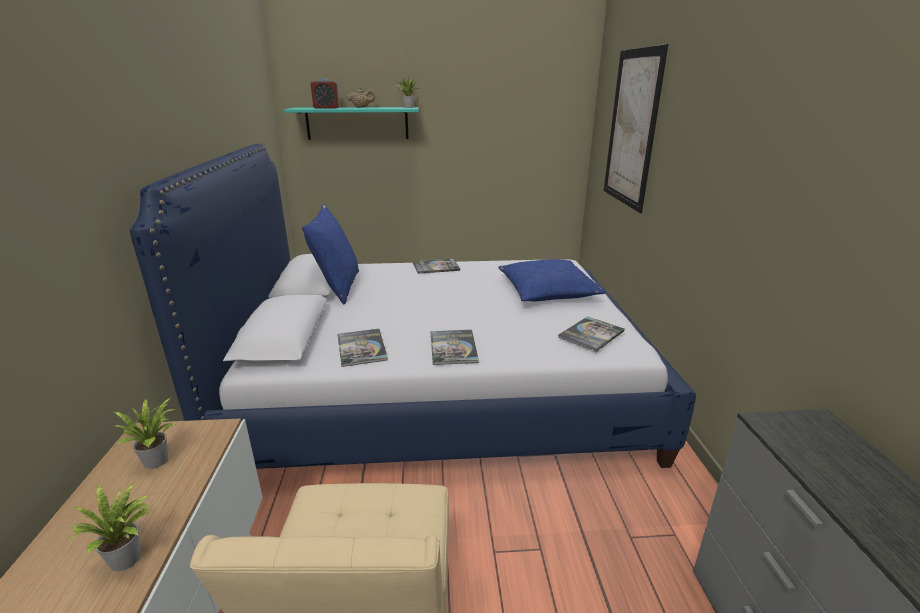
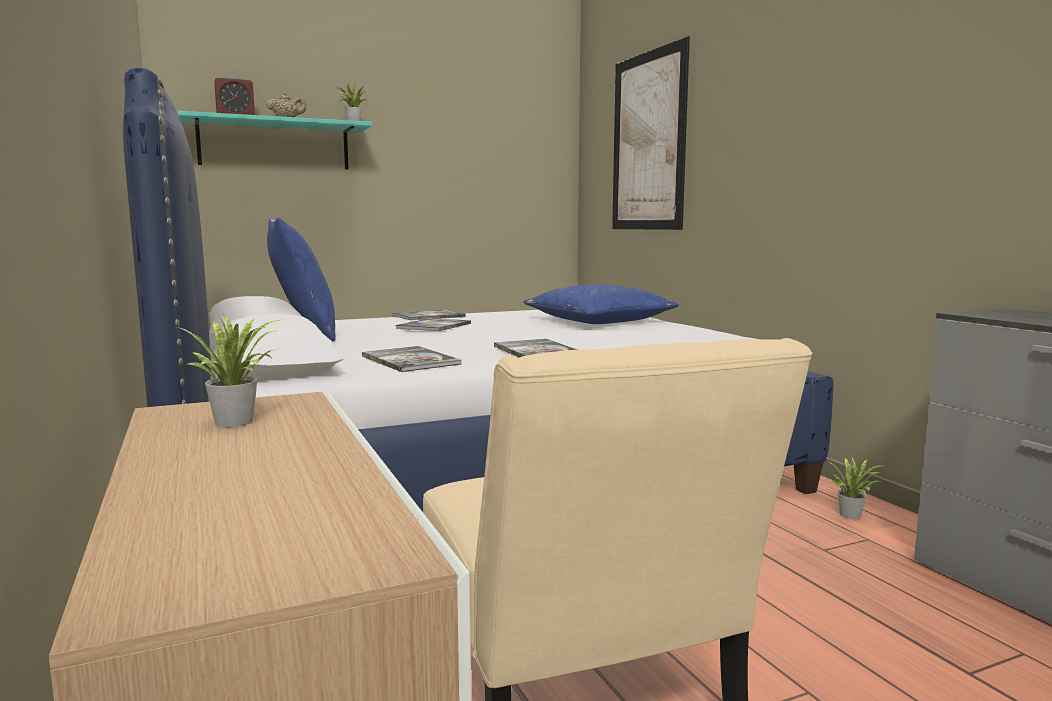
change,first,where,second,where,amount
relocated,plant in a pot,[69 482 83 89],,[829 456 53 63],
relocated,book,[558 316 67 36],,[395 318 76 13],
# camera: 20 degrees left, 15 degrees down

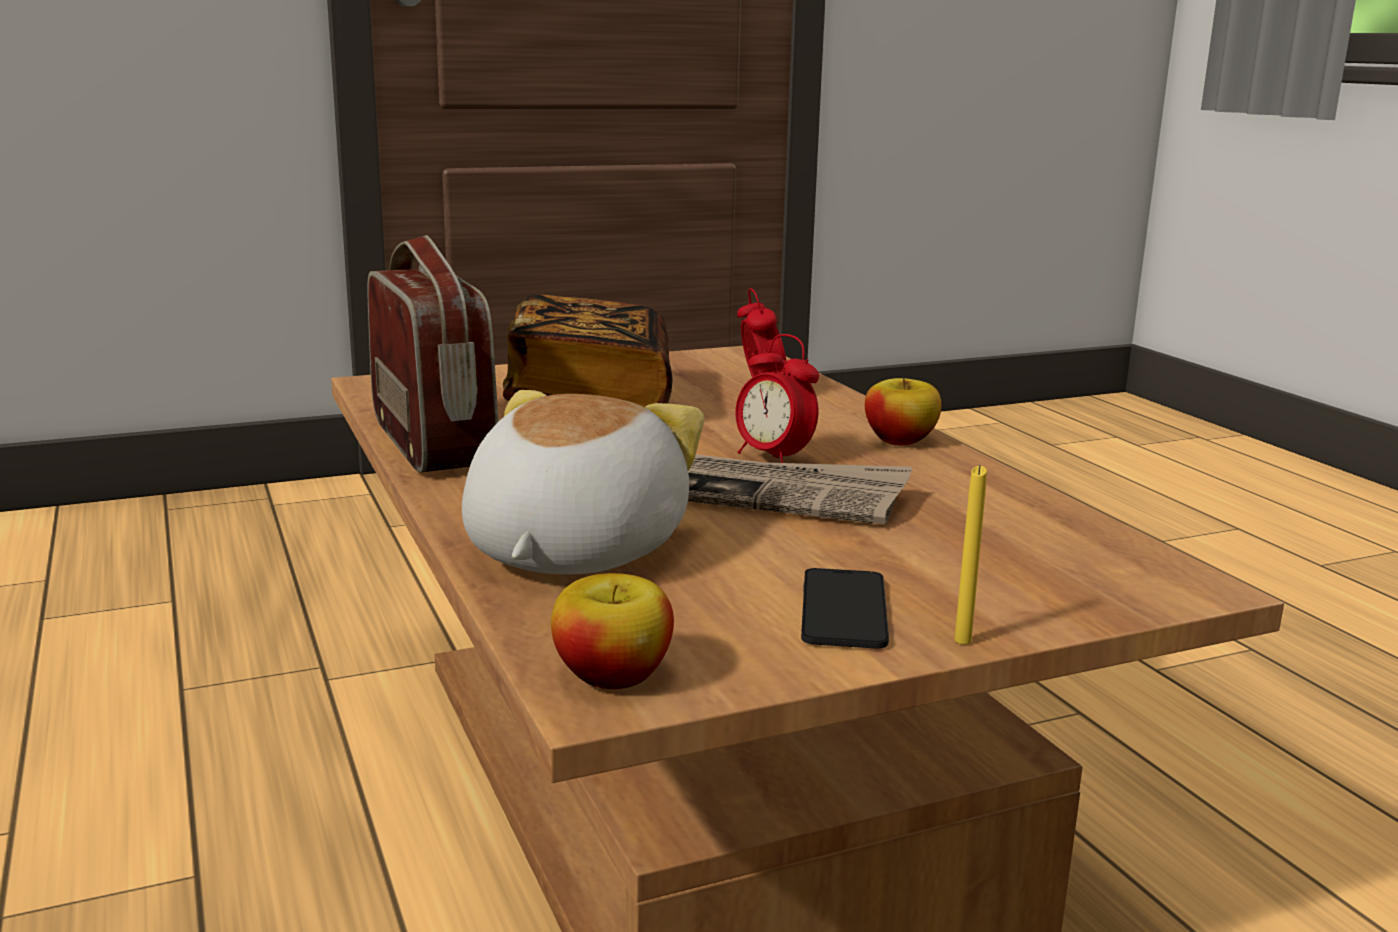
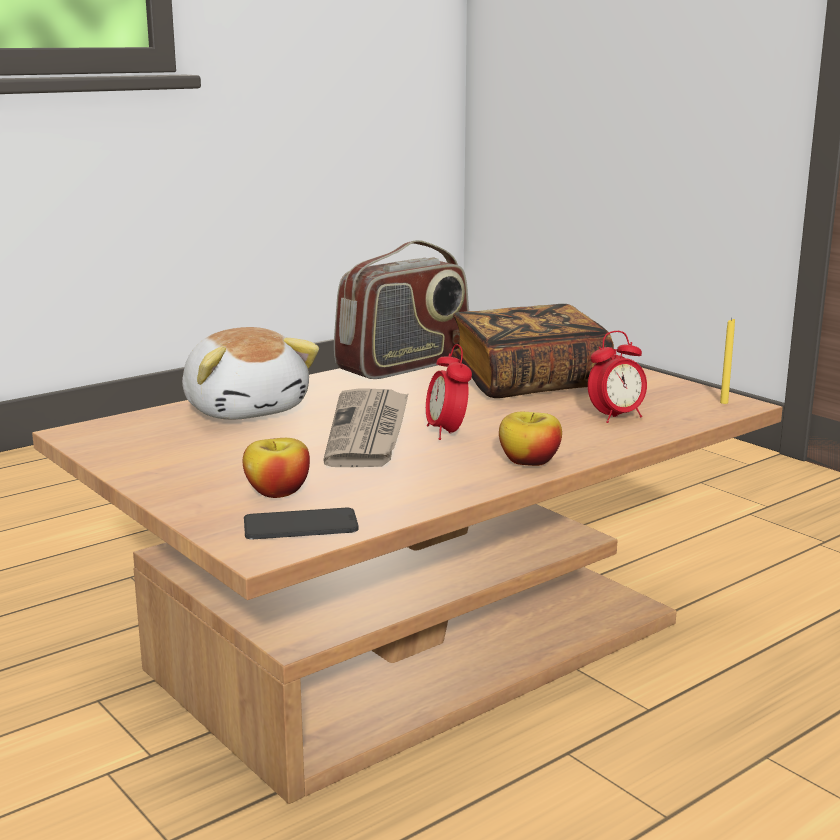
change,first,where,second,where,amount
relocated,whole apple,[551 573 123 116],,[243 438 67 60],
relocated,phone,[801 568 88 81],,[244 508 115 31],
relocated,yellow wax candle,[954 465 33 180],,[720 318 15 86],
spun,soft toy,[462 390 243 184],,[182 327 137 93],60 degrees clockwise
spun,bedside clock,[735 334 84 129],,[426 344 46 96],45 degrees counterclockwise
# camera: 75 degrees right, 0 degrees up

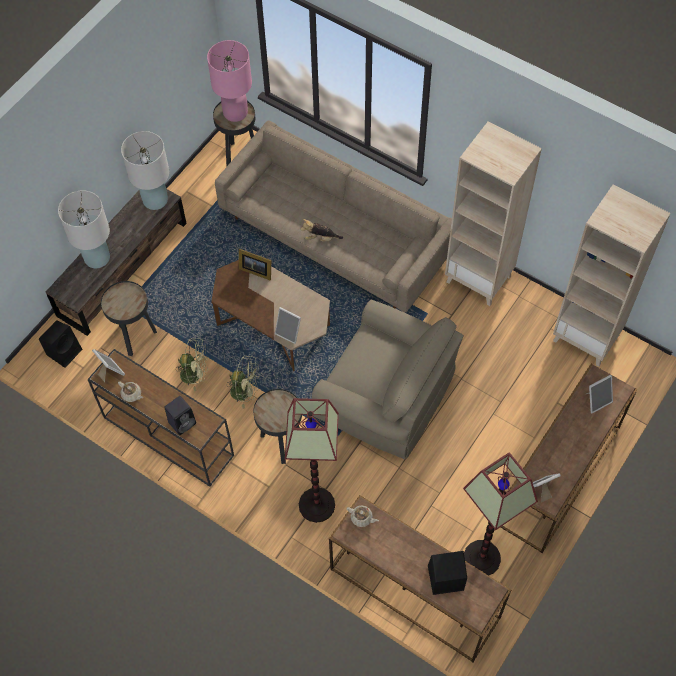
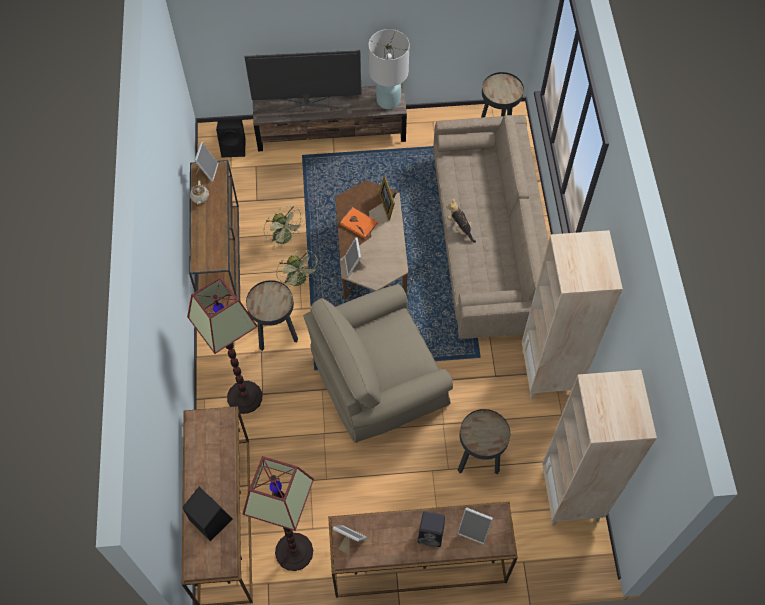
change,first,where,second,where,amount
missing,pinkish table lamp,[207 40 45 82],,,
missing,beige tea pot,[346 505 33 22],,,
appeared,,,orange book,[340 207 38 32],
relocated,black side table,[101 281 56 75],,[458 409 52 66],
relocated,black speaker,[164 396 32 39],,[417 511 28 36],
exchanged,white-coloured table lamp,[58 190 52 78],television,[244 50 118 62],
spun,beige lounge chair,[312 299 152 161],,[303 284 150 159],75 degrees clockwise
# camera: 50 degrees right, 0 degrees up

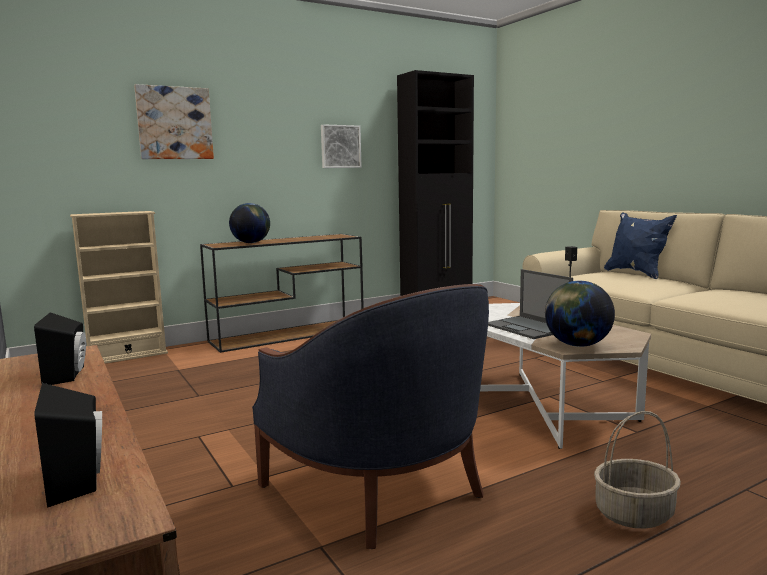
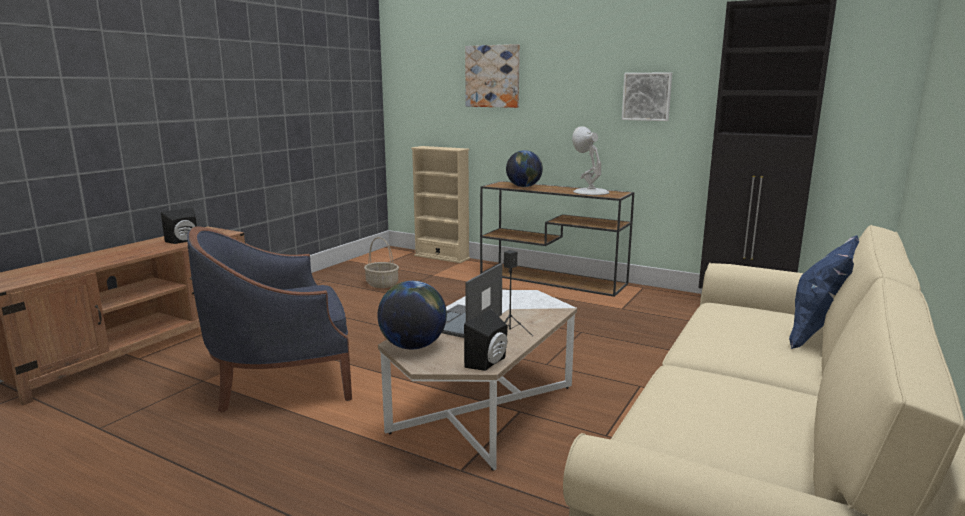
change,first,where,second,where,amount
appeared,,,white-coloured table lamp,[572 126 38 69],
relocated,black speaker,[34 383 68 125],,[464 309 44 62],
relocated,household basket,[594 411 87 117],,[364 237 35 51],
spun,bluish lounge chair,[252 284 237 265],,[187 227 165 186],45 degrees clockwise
# camera: 60 degrees right, 5 degrees up

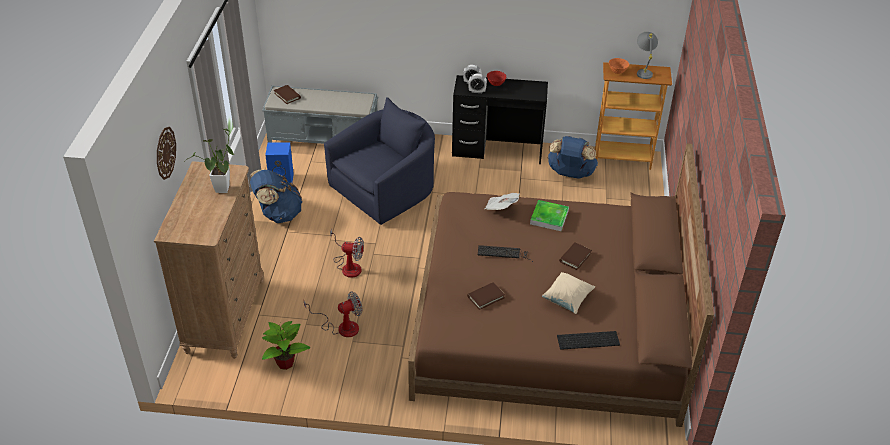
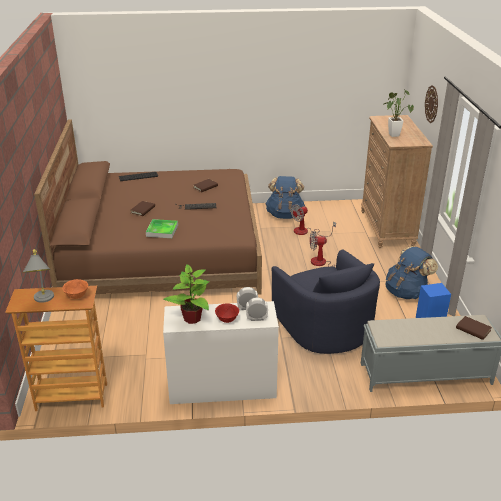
change,first,where,second,where,amount
missing,newspaper,[484 193 36 17],,,
missing,beige cushion,[542 272 53 42],,,
relocated,plant in a pot,[262 321 48 49],,[163 264 47 60],
relocated,bluish knapsack,[548 136 50 43],,[265 176 40 43],
colour,black desk unit,[452 75 96 89],white-coloured desk unit,[163 301 116 103],
spun,bluish lounge chair,[324 97 111 128],,[272 250 108 104],60 degrees counterclockwise
# camera: 170 degrees right, 10 degrees down

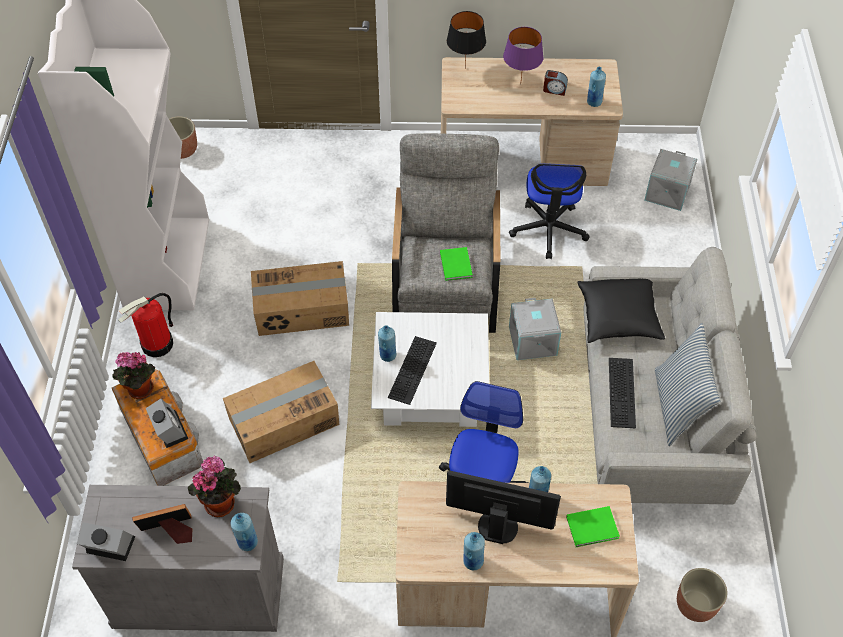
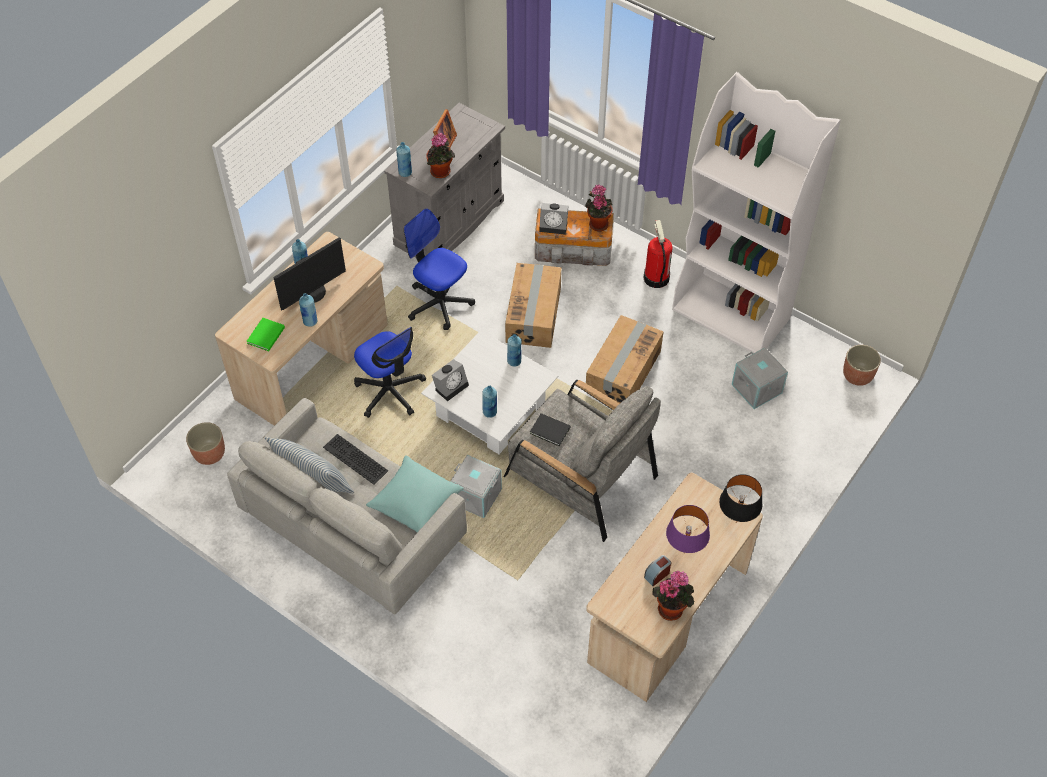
change,first,where,second,where,amount
missing,computer keyboard,[388 336 49 69],,,
appeared,,,plant in a pot,[652 571 42 50],
relocated,bedside clock,[77 522 58 39],,[432 359 37 42],
relocated,desk chair,[509 163 81 96],,[404 208 71 122],
relocated,bluish drink bottle,[587 67 19 40],,[482 386 15 32],
relocated,greyish storage box,[644 149 54 62],,[732 347 56 62],
colour,greenish book,[440 247 33 34],black book,[530 413 40 33],
colour,black cushion,[577 279 88 64],blue-green cushion,[366 455 98 77],
# camera: 125 degrees right, 0 degrees up

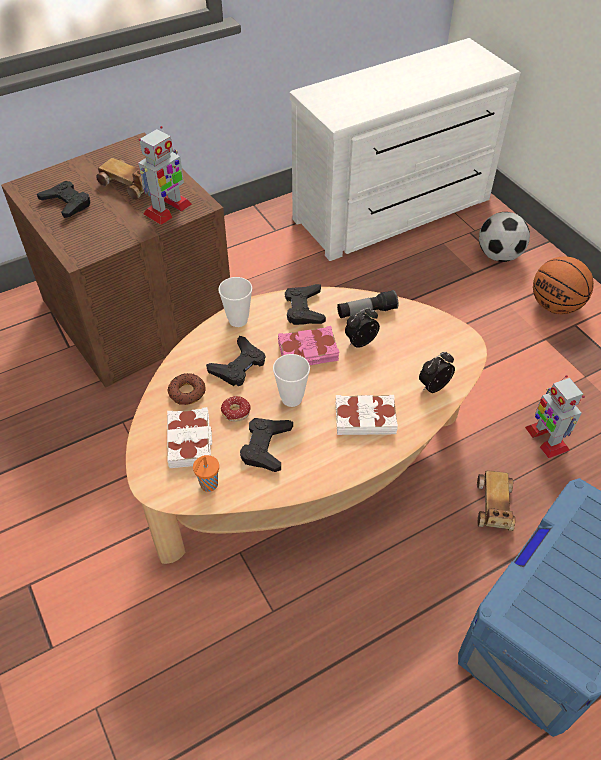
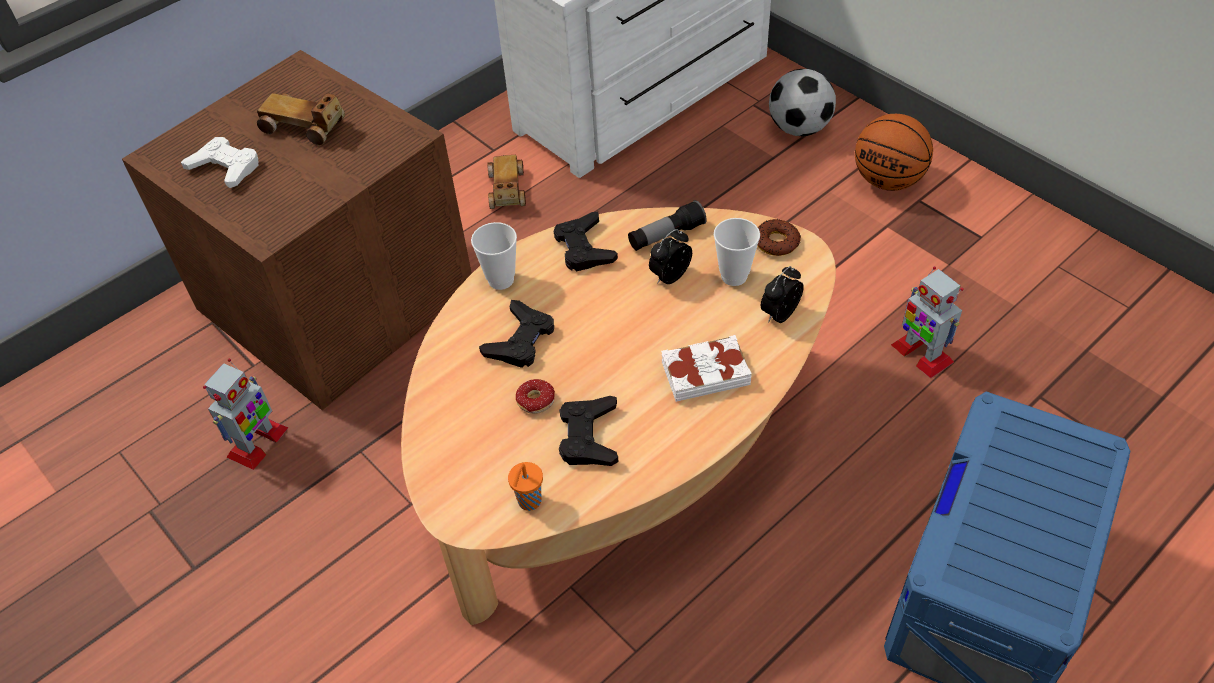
change,first,where,second,where,amount
missing,white-coloured book,[167 407 45 61],,,
missing,pinkish book,[278 326 61 39],,,
relocated,robot figure,[138 126 54 99],,[203 358 85 112],
relocated,donut,[167 373 38 32],,[757 219 44 37],
relocated,small cup,[273 354 37 53],,[714 218 46 68],
relocated,toy car,[477 471 38 60],,[487 155 39 54],
colour,black joypad,[37 181 53 37],white-coloured joypad,[181 137 78 51],
# camera: 10 degrees left, 0 degrees up

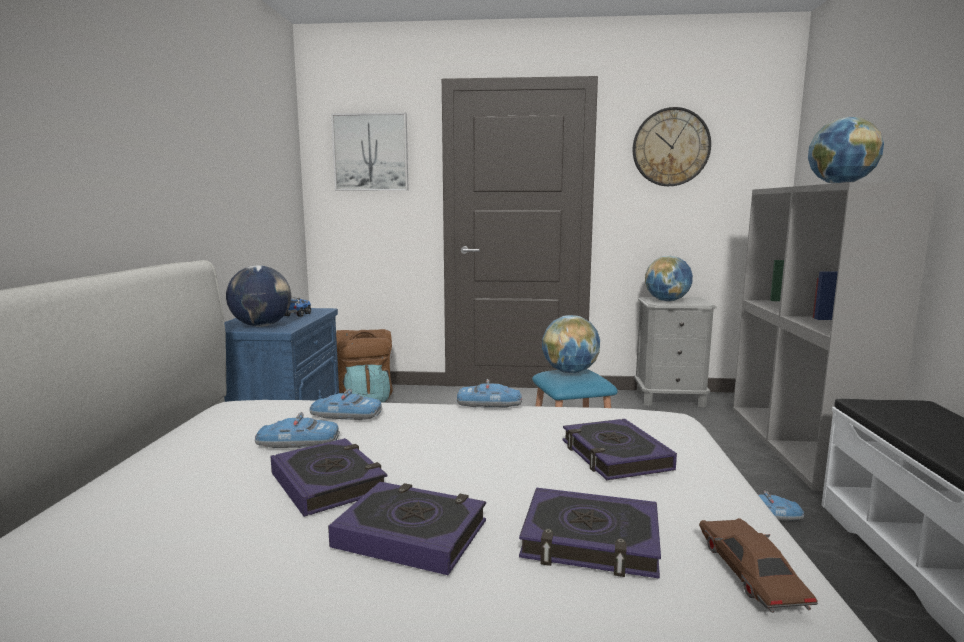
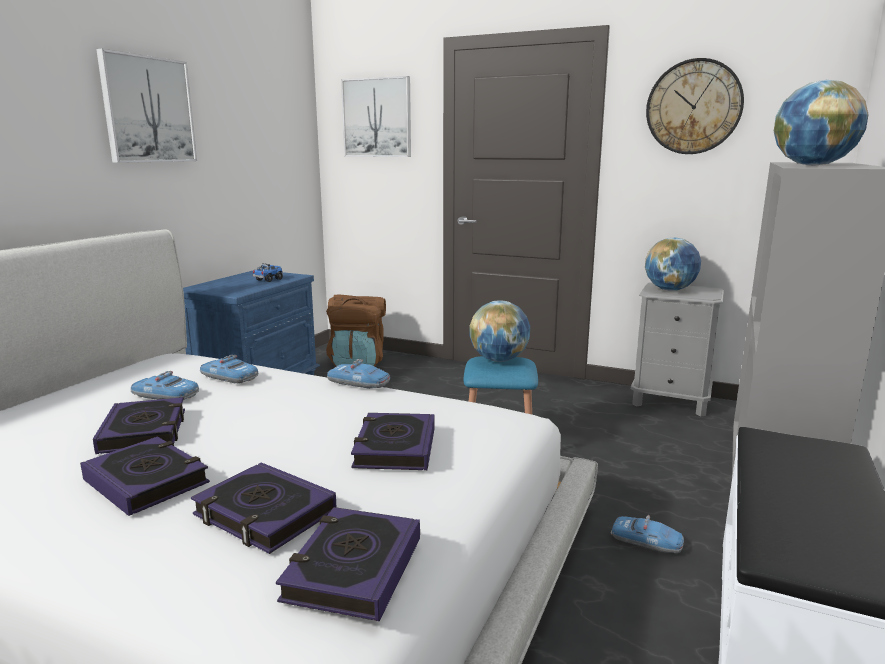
change,first,where,second,where,amount
missing,globe,[226 266 65 61],,,
appeared,,,picture,[96 49 101 114],
exchanged,brown toy car,[699 518 119 95],book,[276 507 144 114],
# camera: 20 degrees right, 5 degrees up

